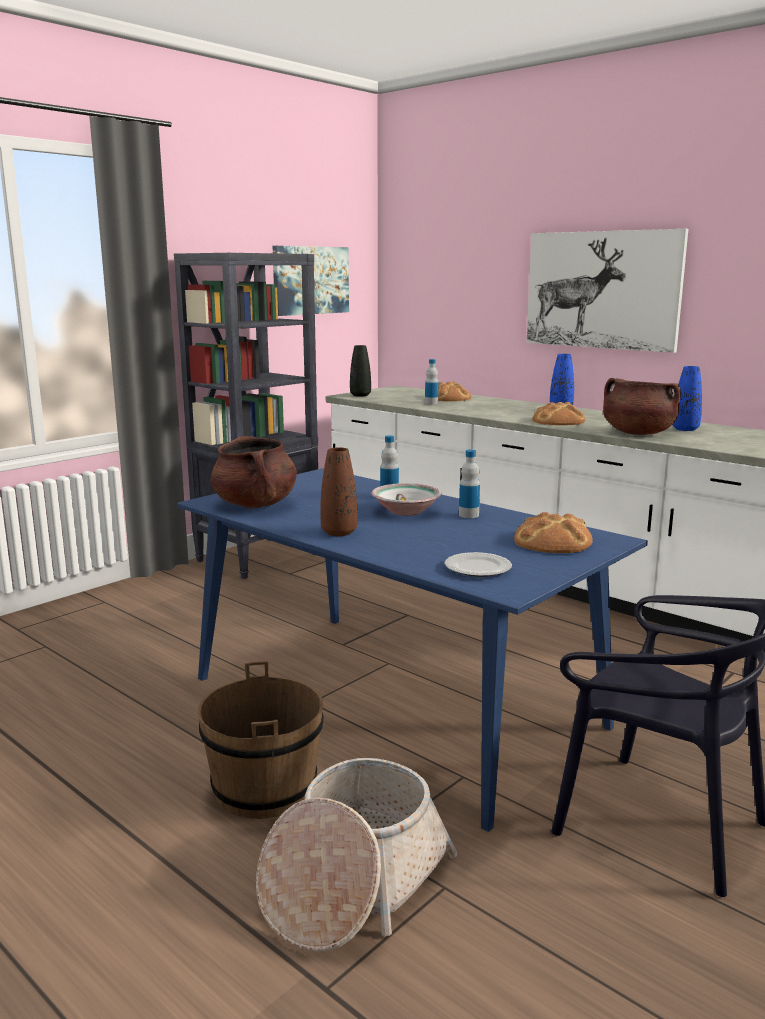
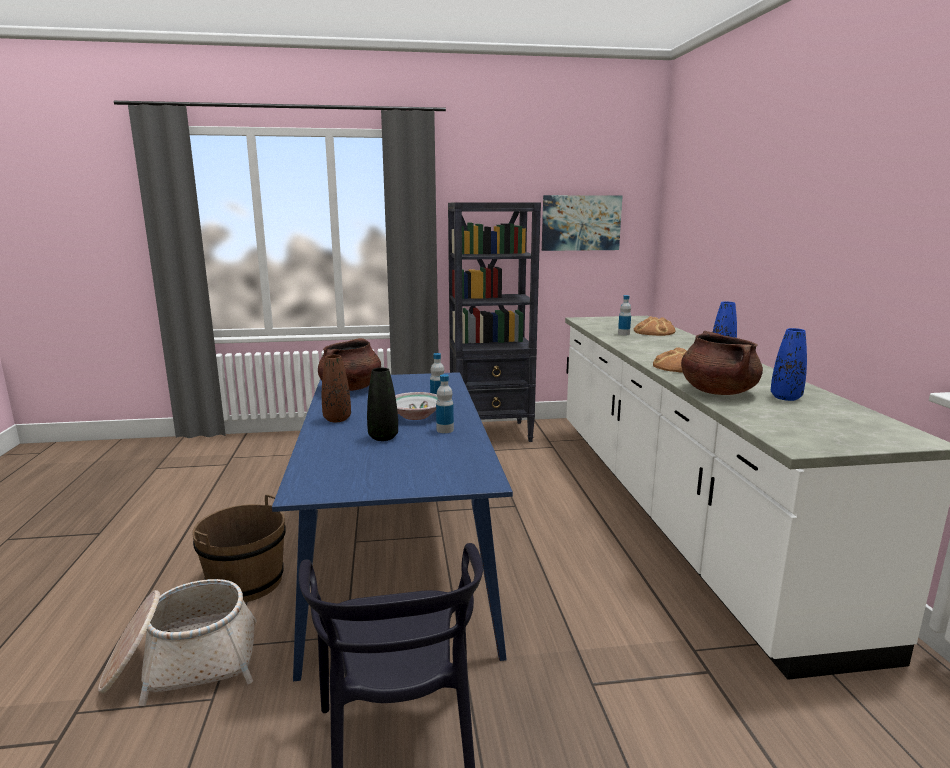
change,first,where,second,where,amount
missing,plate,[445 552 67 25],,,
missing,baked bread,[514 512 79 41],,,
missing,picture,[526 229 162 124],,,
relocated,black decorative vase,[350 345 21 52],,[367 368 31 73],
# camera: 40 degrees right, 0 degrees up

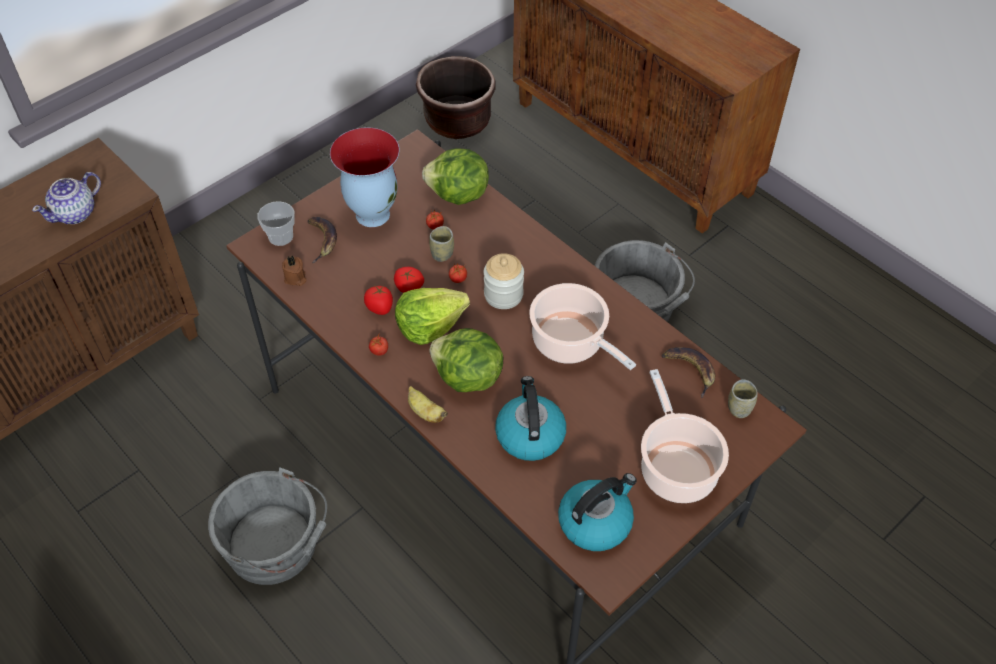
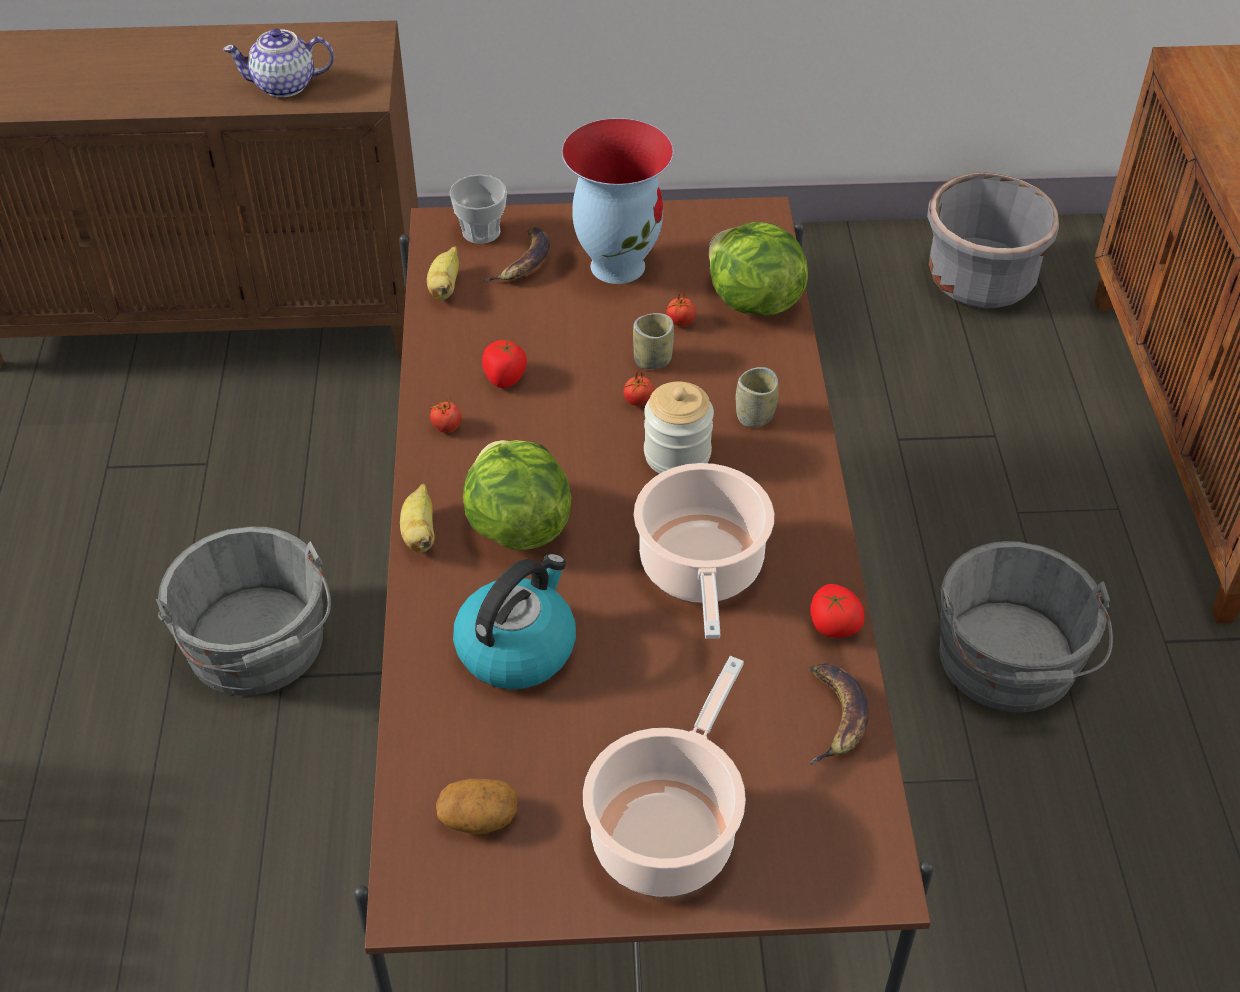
change,first,where,second,where,amount
missing,head of lettuce,[395 288 75 57],,,
relocated,tomato,[394 267 30 26],,[811 584 53 54],
relocated,small cup,[728 379 30 39],,[736 367 42 61],
exchanged,brown wax candle,[282 256 24 30],banana fruit,[427 247 32 53],
exchanged,water kettle,[558 473 79 78],spud,[436 779 81 56],
colour,brown planter,[416 56 80 83],greyish planter,[927 172 132 136],
# camera: 40 degrees right, 5 degrees down

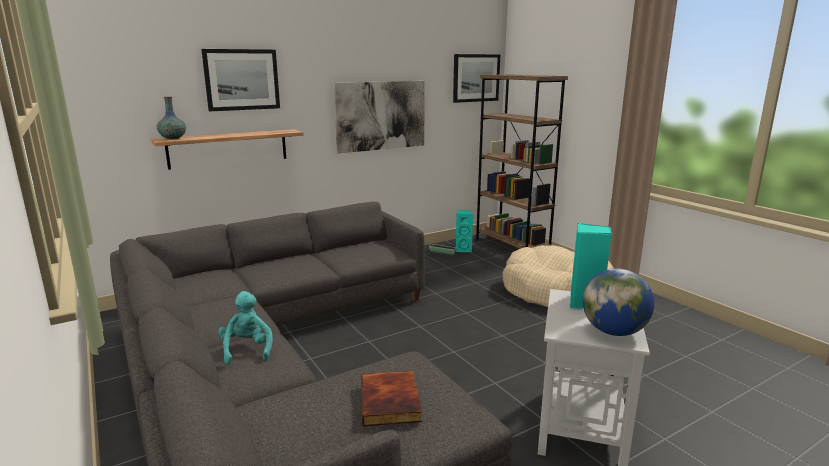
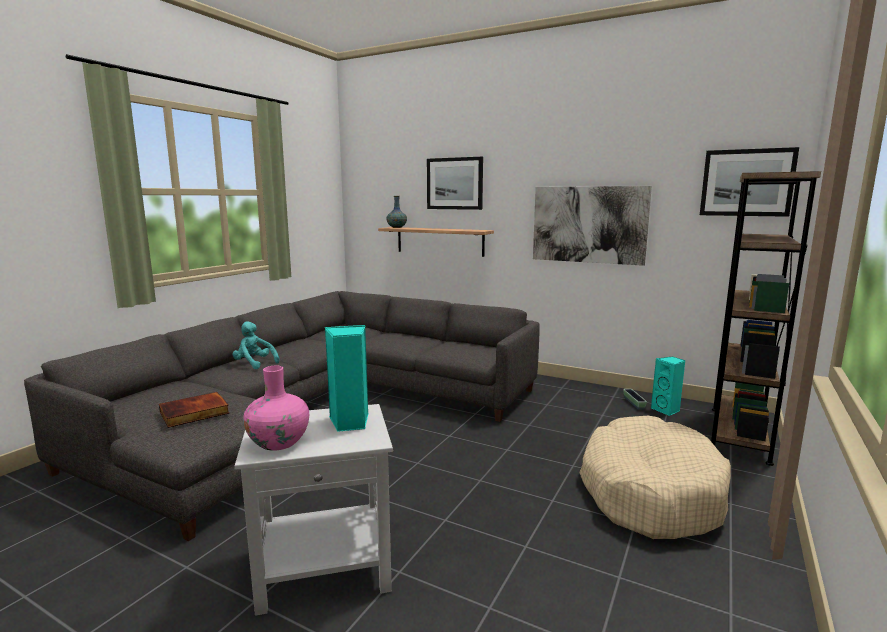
change,first,where,second,where,amount
exchanged,globe,[583 268 71 68],pinkish decorative vase,[243 366 66 85],
spun,blue-green soft toy,[218 291 55 73],,[233 321 47 48],105 degrees counterclockwise
# camera: 60 degrees right, 5 degrees down

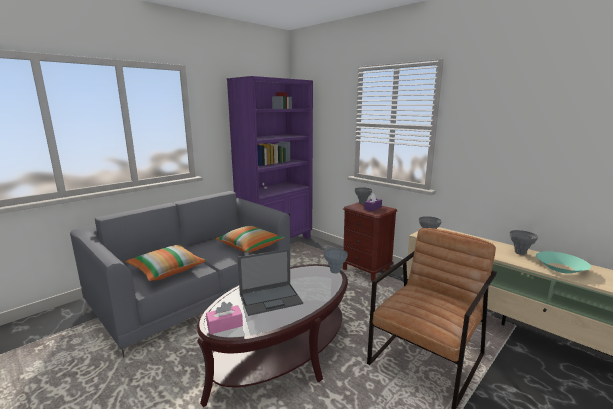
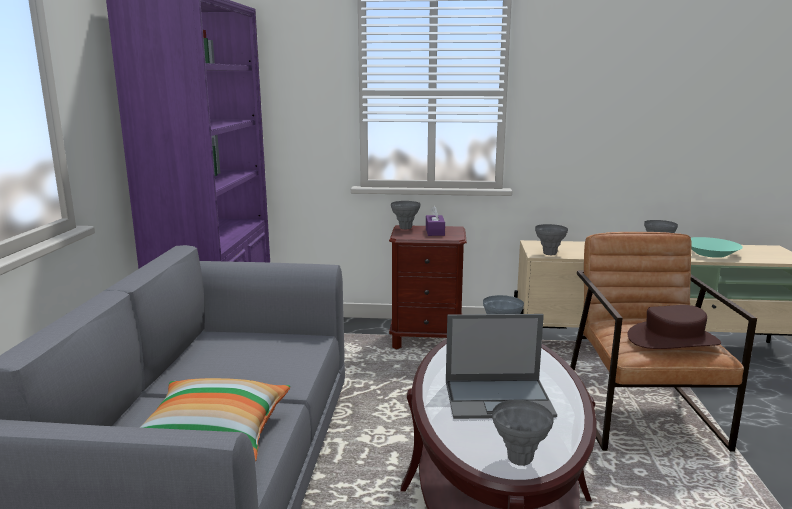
change,first,where,second,where,amount
missing,cushion,[215 226 70 26],,,
appeared,,,brown wearable hat,[627 305 94 44],
exchanged,pinkish box of tissues,[206 302 37 33],greyish decorative vase,[492 400 62 66],
spun,laptop,[238 249 65 67],,[446 314 111 105],60 degrees clockwise
# camera: 40 degrees left, 0 degrees up

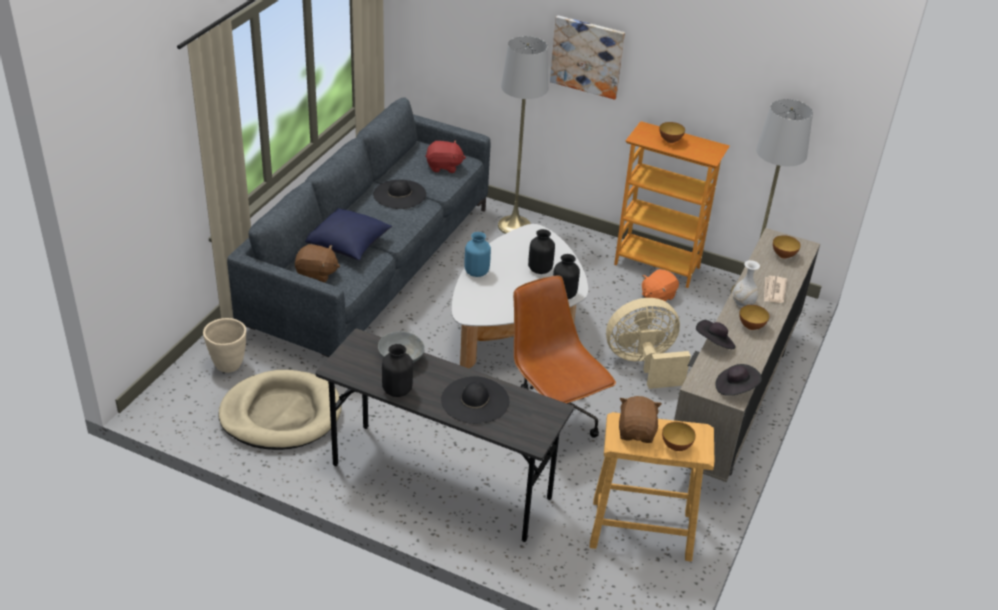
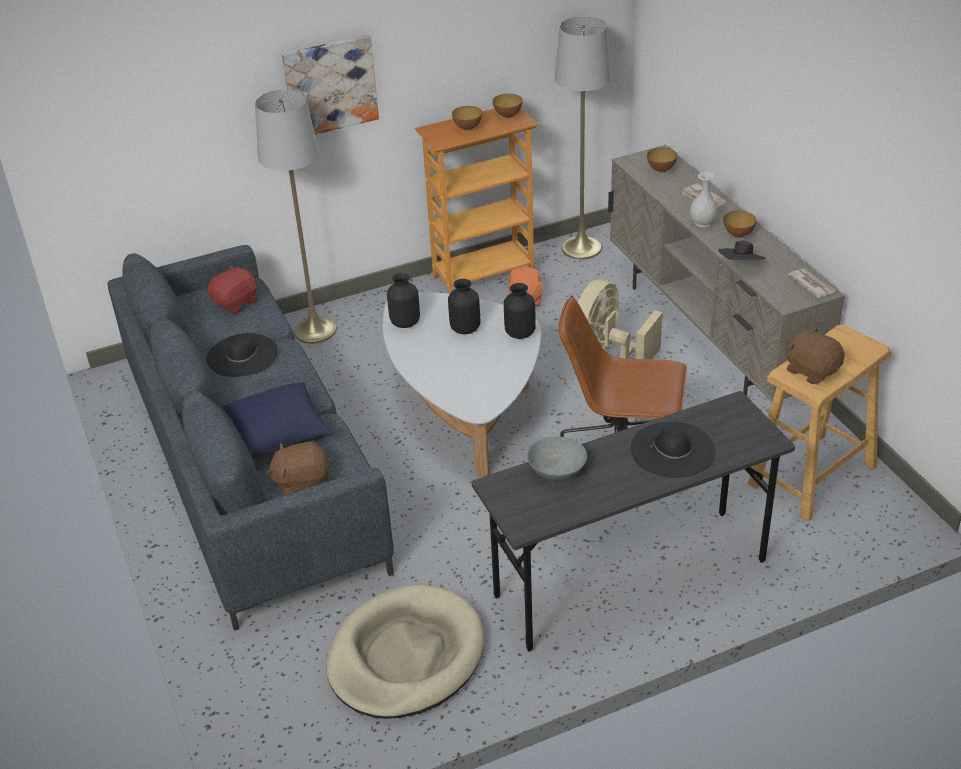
change,first,where,second,where,amount
missing,beige planter,[203 318 43 55],,,
missing,bluish decorative vase,[464 232 27 45],,,
relocated,black decorative vase,[382 344 31 53],,[387 273 33 55],
relocated,serving bowl,[662 422 34 29],,[493 94 30 24],
exchanged,black wearable hat,[715 364 47 32],newspaper,[788 268 48 30],
spun,brown soft toy,[295 244 45 39],,[266 442 64 53],150 degrees counterclockwise
# camera: 45 degrees left, 0 degrees up

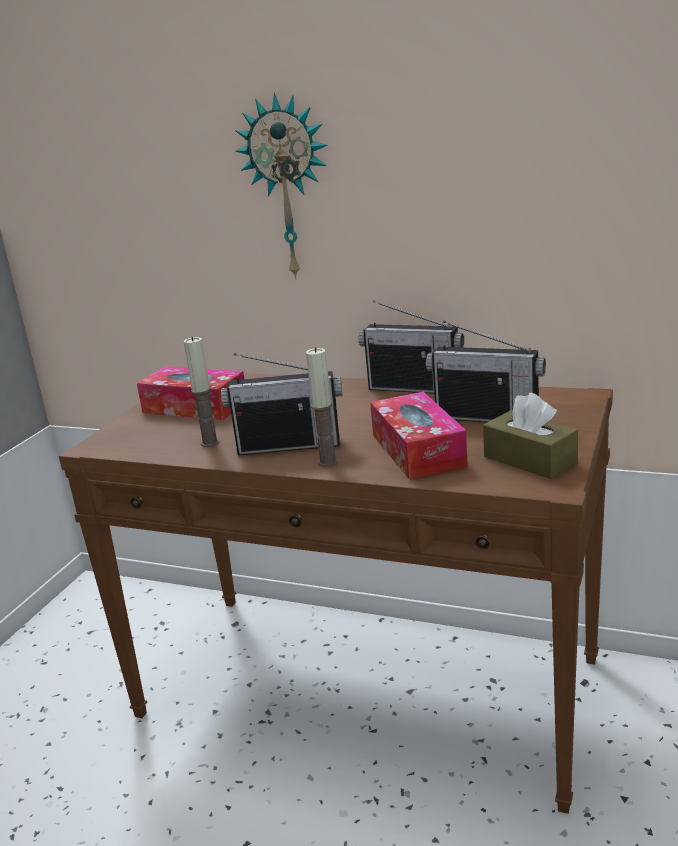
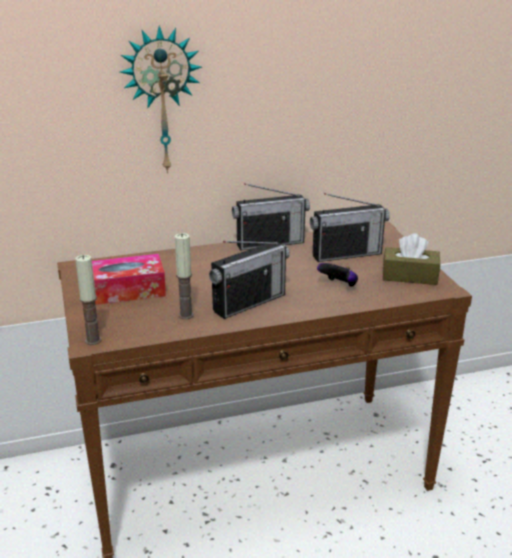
change,first,where,second,where,amount
relocated,wax candle,[306 347 32 120],,[75 255 27 90],
exchanged,box of tissues,[370 392 98 88],joypad,[317 263 41 24],
# camera: 40 degrees left, 5 degrees up

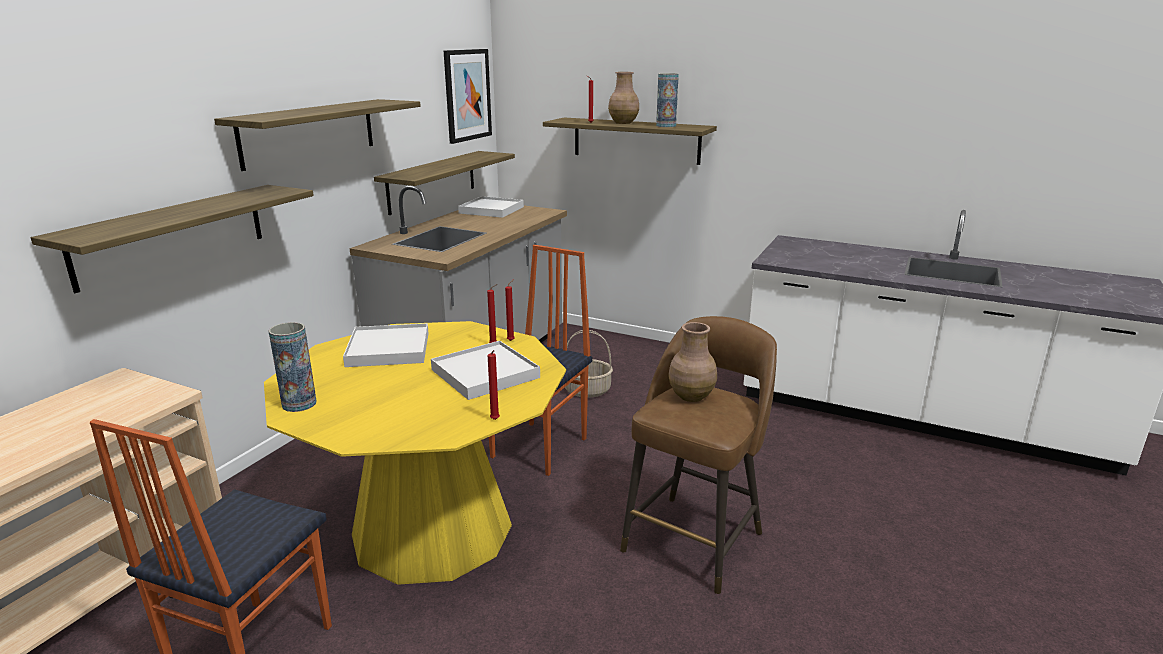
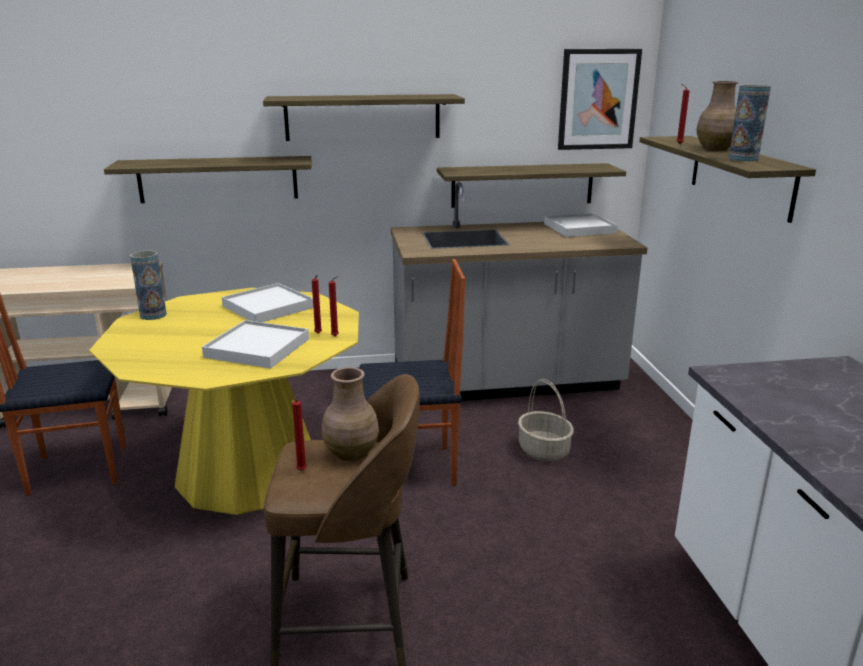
change,first,where,second,where,amount
relocated,red wax candle,[488 350 12 70],,[290 398 17 73],
# camera: 55 degrees right, 0 degrees up

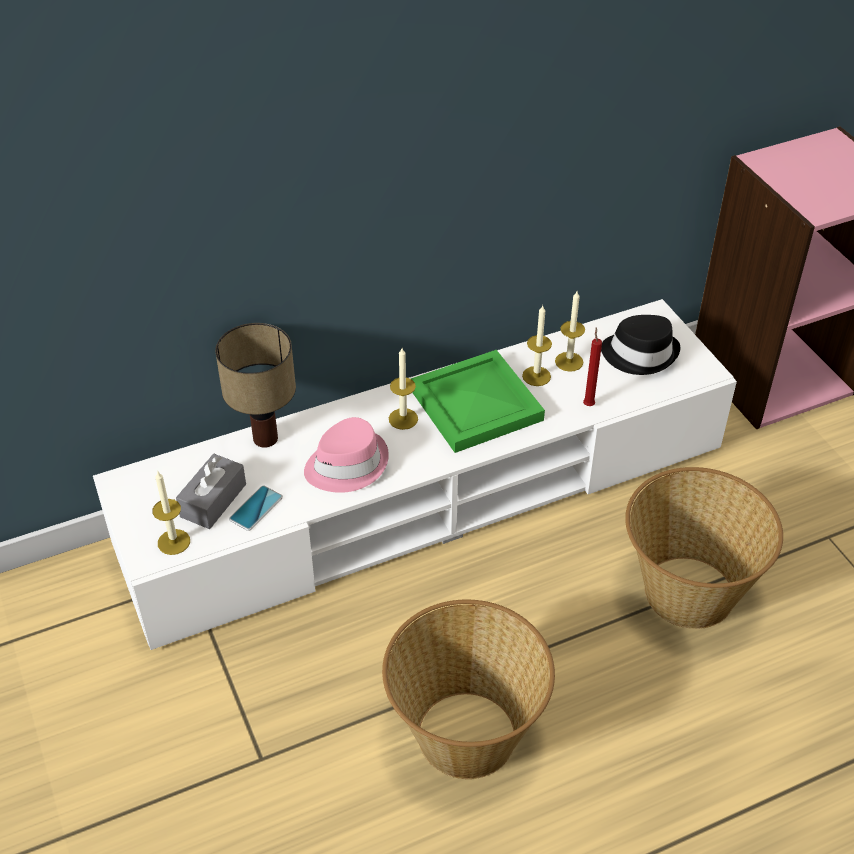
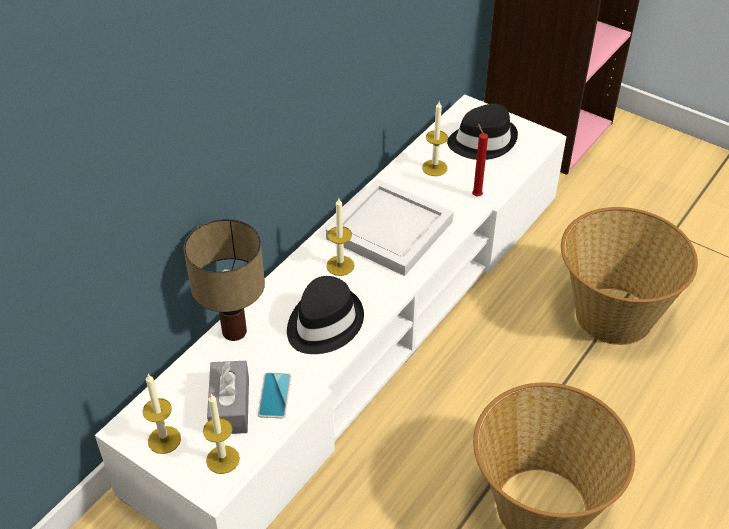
change,first,where,second,where,amount
relocated,wax candle,[522 306 30 80],,[143 374 38 80],
colour,pinkish wearable hat,[304 417 85 76],black wearable hat,[287 276 77 78],
colour,greenish tray,[411 350 134 103],white-coloured tray,[326 179 128 97],
# camera: 30 degrees left, 0 degrees up

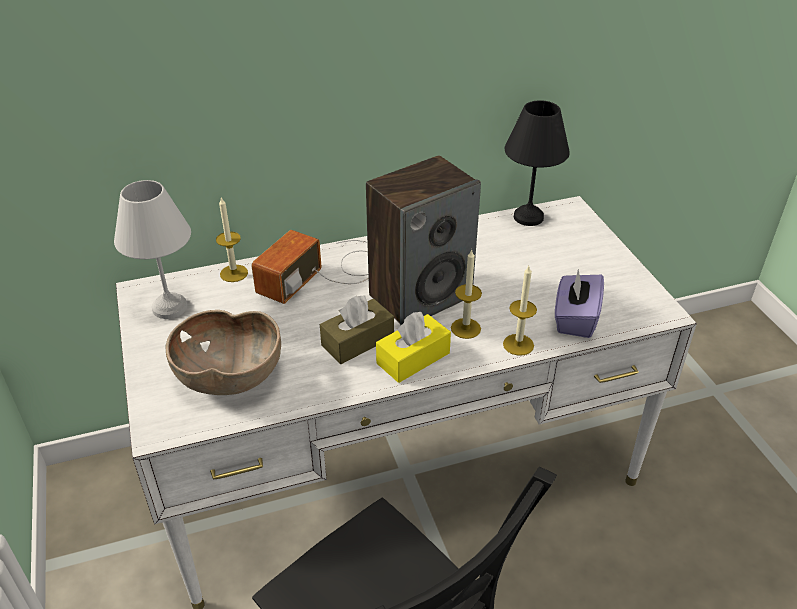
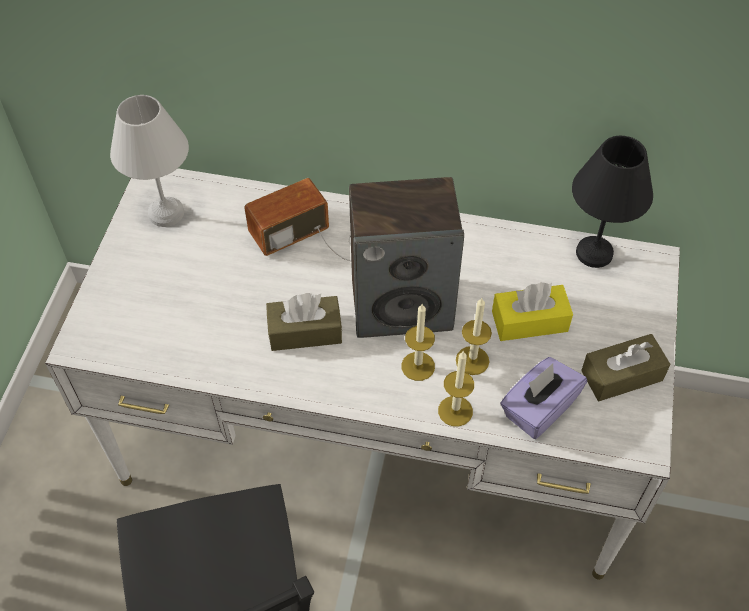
change,first,where,second,where,amount
missing,brown serving bowl,[166 310 115 85],,,
appeared,,,brown box of tissues,[581 334 89 67],
relocated,wax candle,[216 196 32 86],,[456 298 36 77],
relocated,yellow box of tissues,[376 312 75 71],,[492 282 81 59],
# camera: 30 degrees right, 15 degrees up

